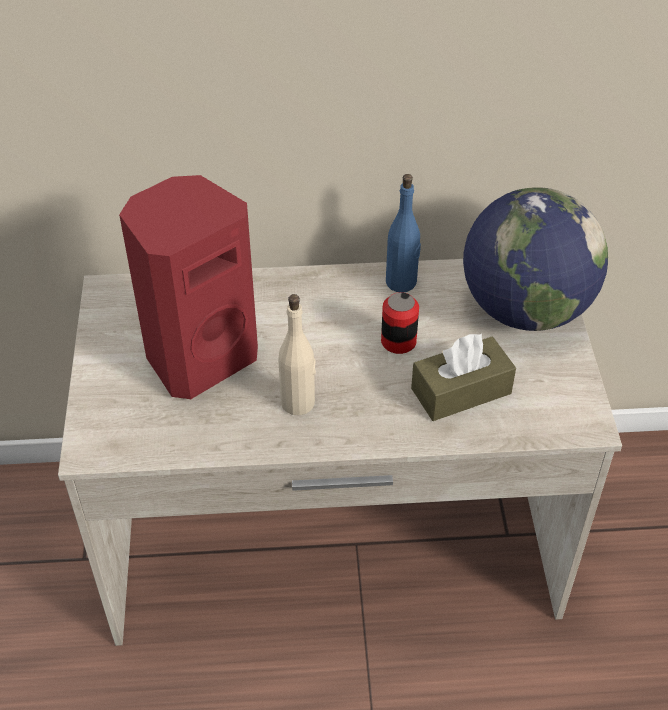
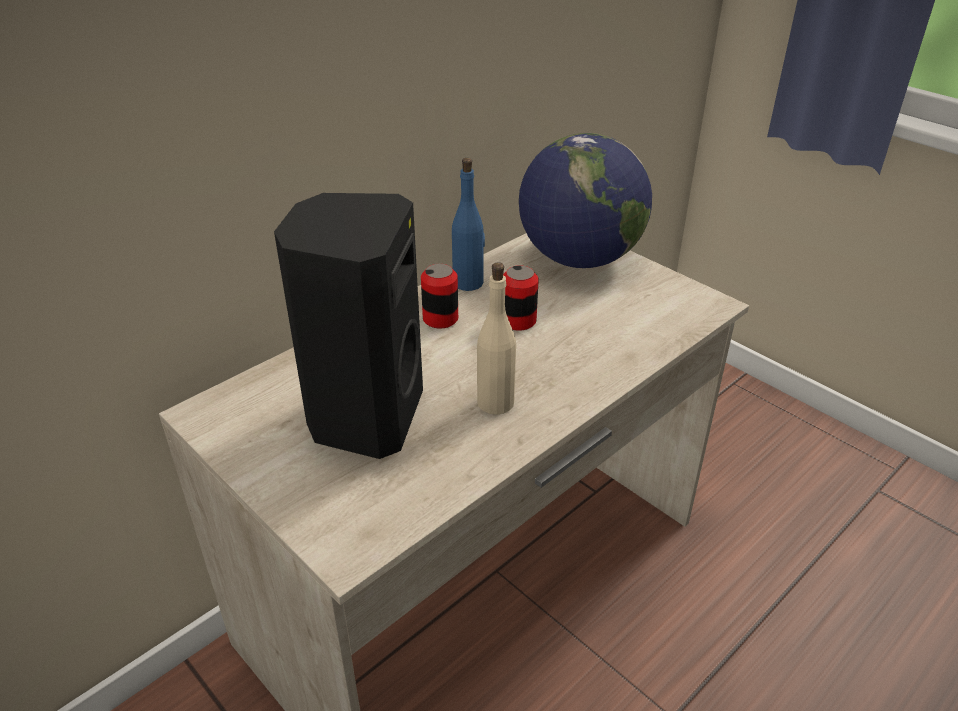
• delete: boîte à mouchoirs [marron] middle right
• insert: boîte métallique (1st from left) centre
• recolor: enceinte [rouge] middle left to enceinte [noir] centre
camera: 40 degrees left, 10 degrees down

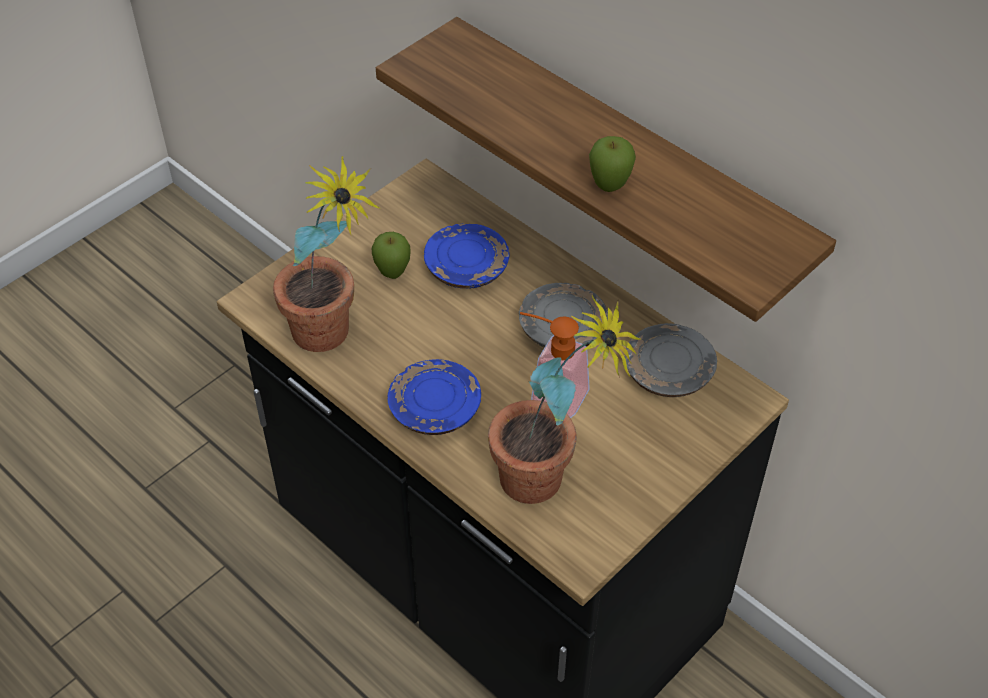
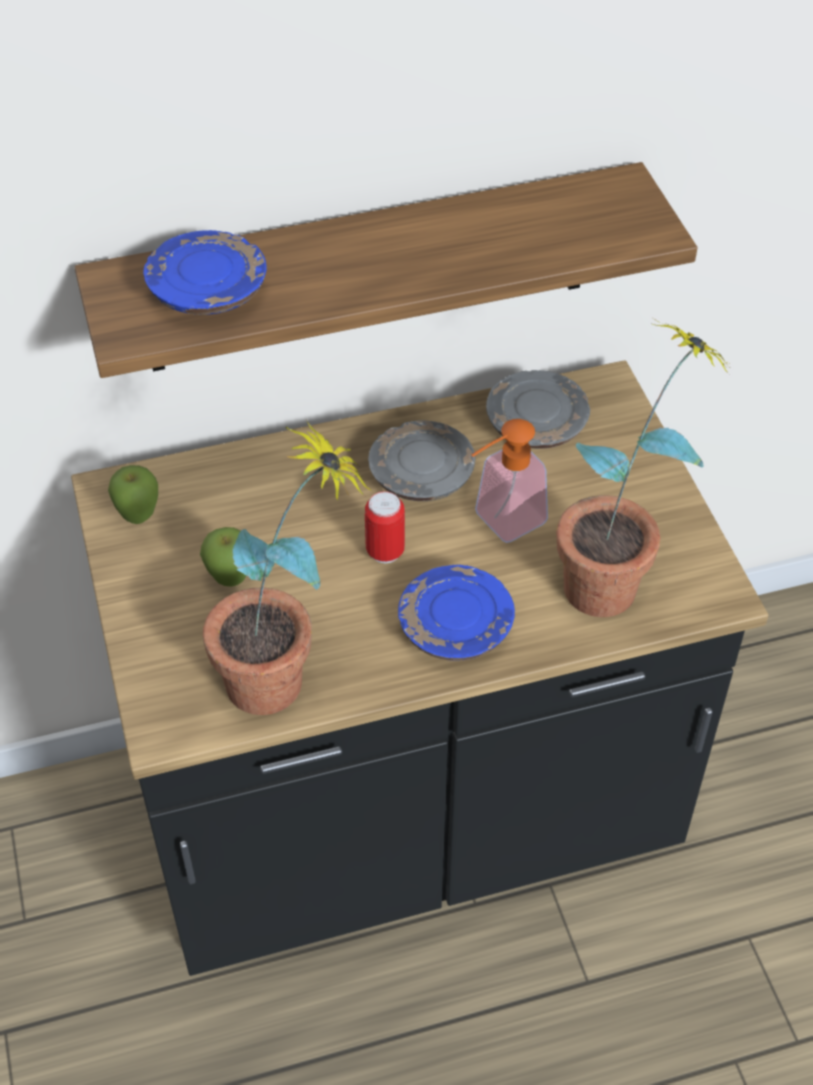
• insert: boîte métallique centre
• move: assiette [bleu] (2nd from left in the first image) centre to assiette [bleu] (1st from left) top left
• move: pomme (2nd from left in the first image) top centre to pomme (1st from left) middle left
camera: 60 degrees left, 0 degrees up

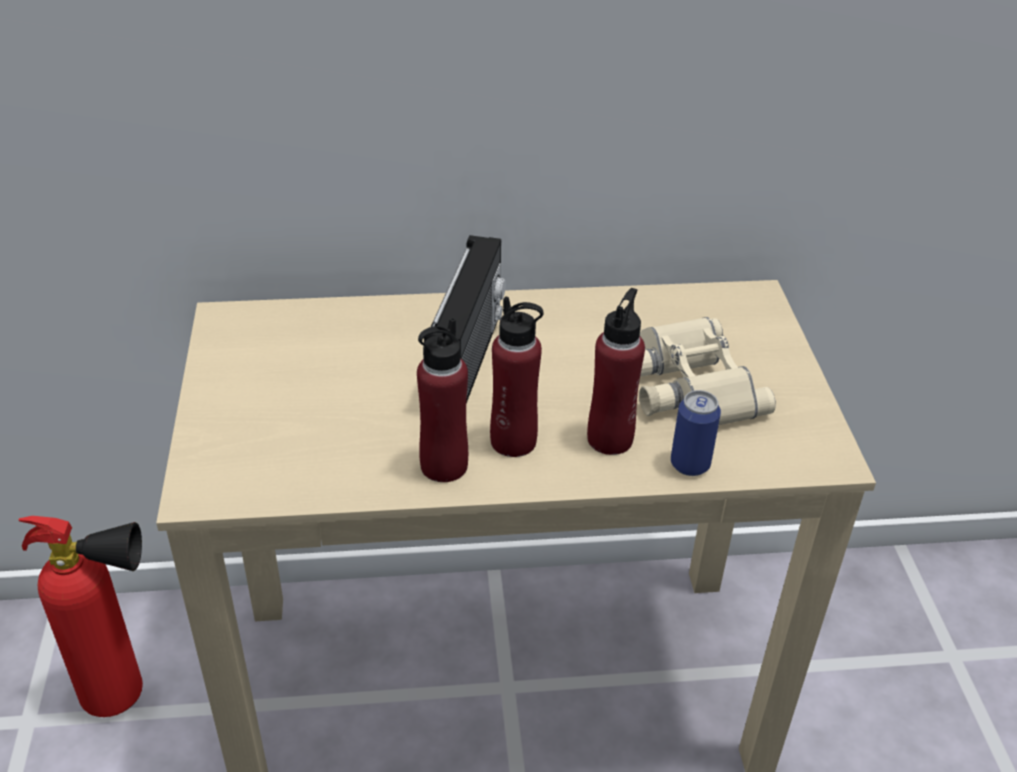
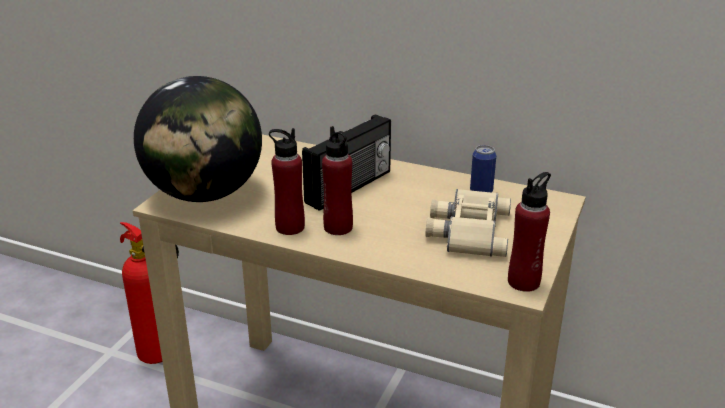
• insert: globe middle left
• move: bouteille [rouge] (3rd from left) centre to middle right
• move: boîte métallique middle right to centre
camera: 30 degrees right, 10 degrees down

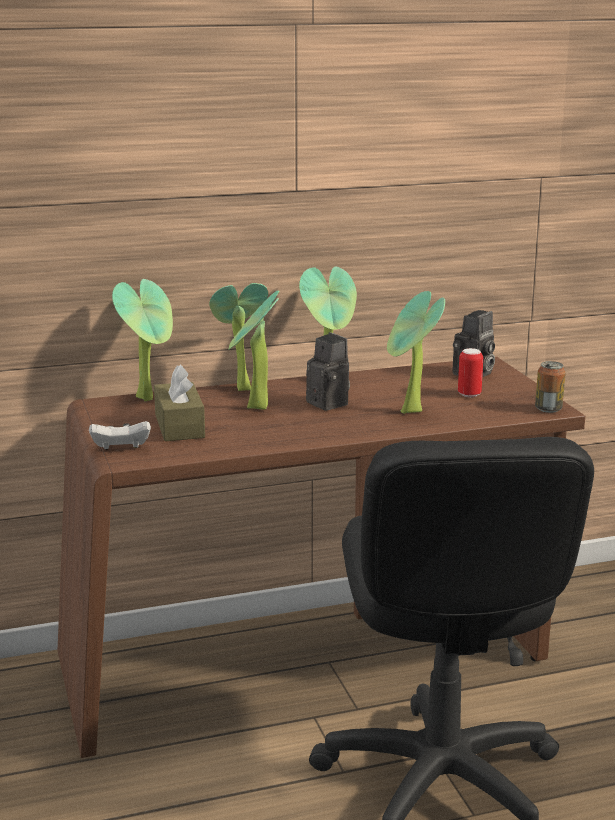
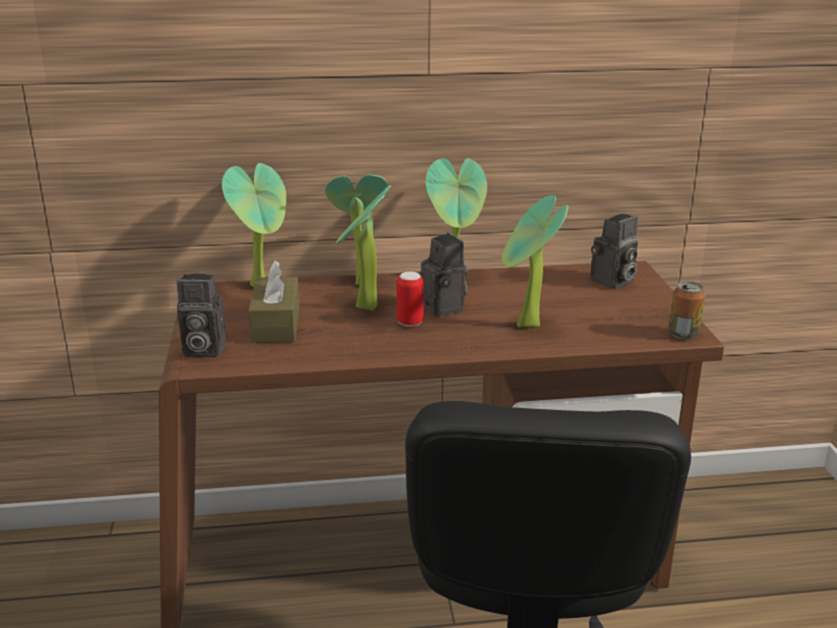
• move: boîte métallique (1st from left) middle right to centre
• replace: manette [blanc] middle left to appareil photo (1st from left) middle left
camera: 10 degrees right, 5 degrees up

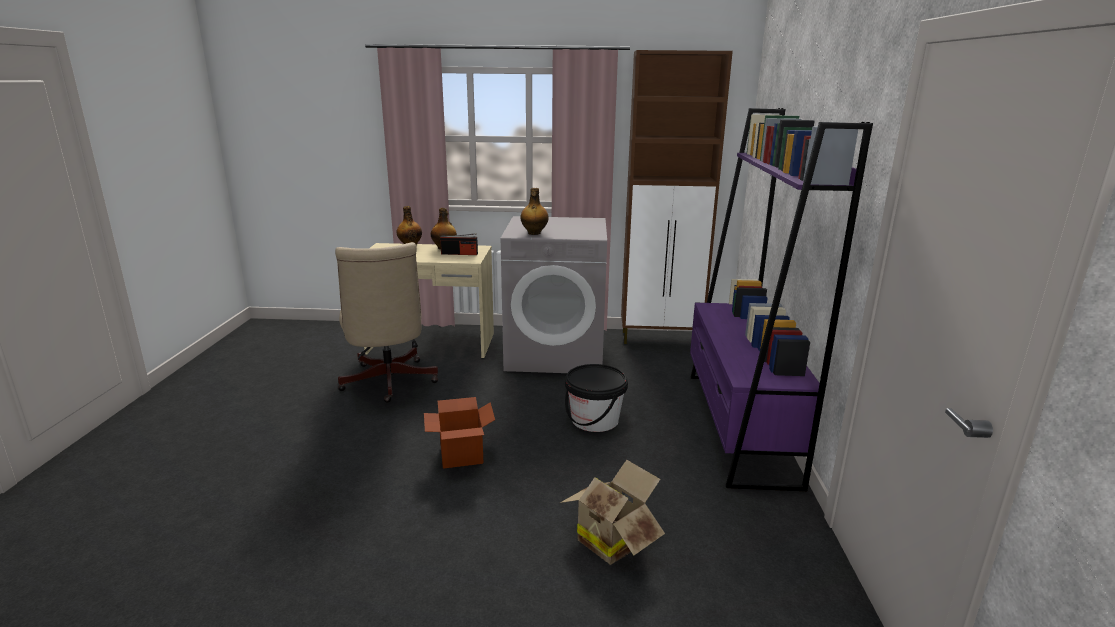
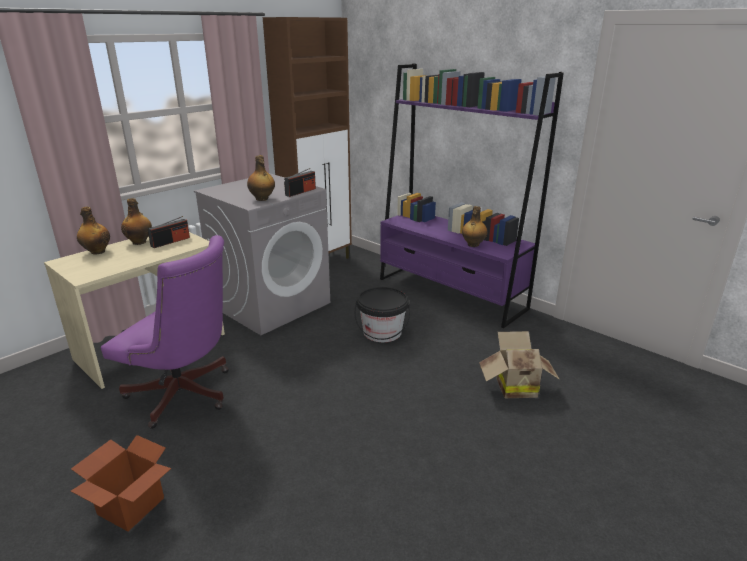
• insert: radio (2nd from left) top centre
• insert: bouteille (4th from left) centre
• move: carton (1st from left) bottom centre to bottom left
• recolor: chaise de bureau [beige] centre to chaise de bureau [violet] middle left
camera: 50 degrees left, 5 degrees up

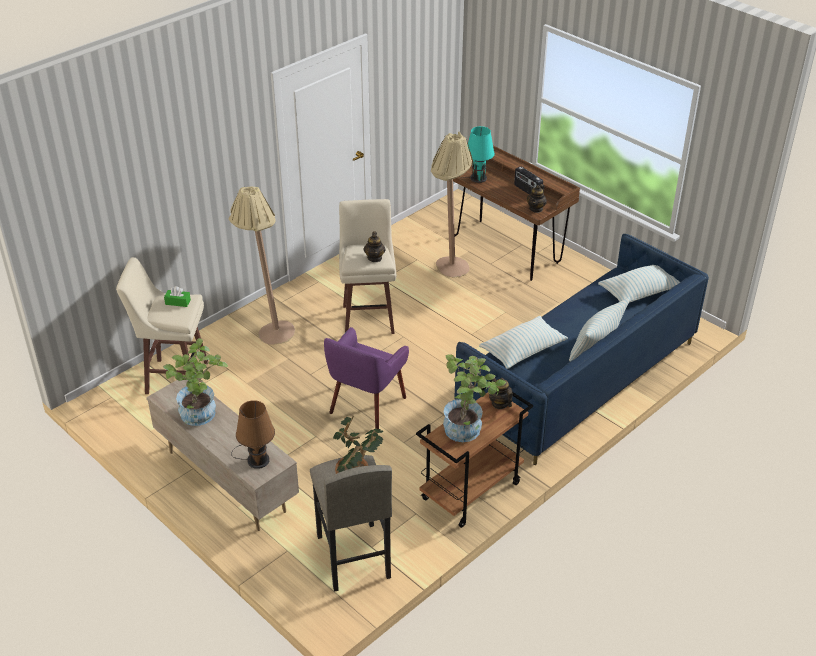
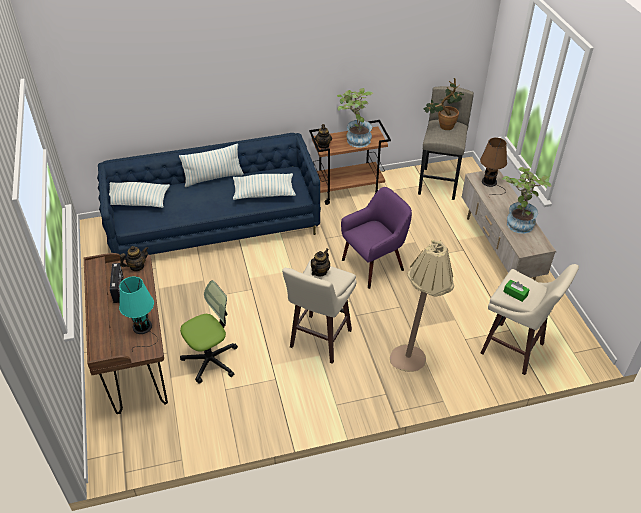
• replace: lampadaire [beige] (2nd from left) top centre to chaise de bureau middle left
camera: 150 degrees left, 5 degrees up

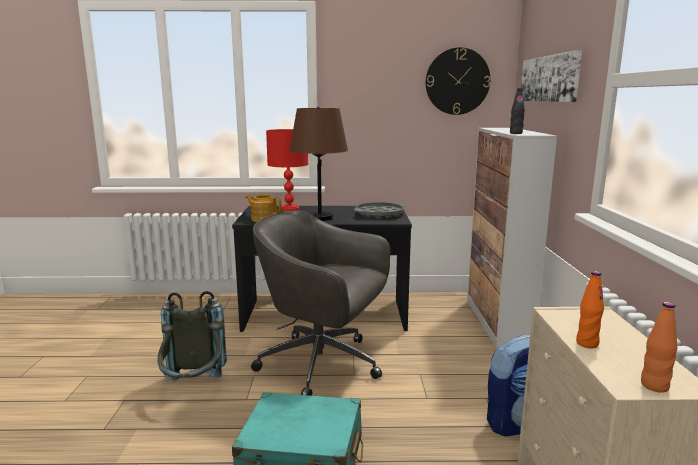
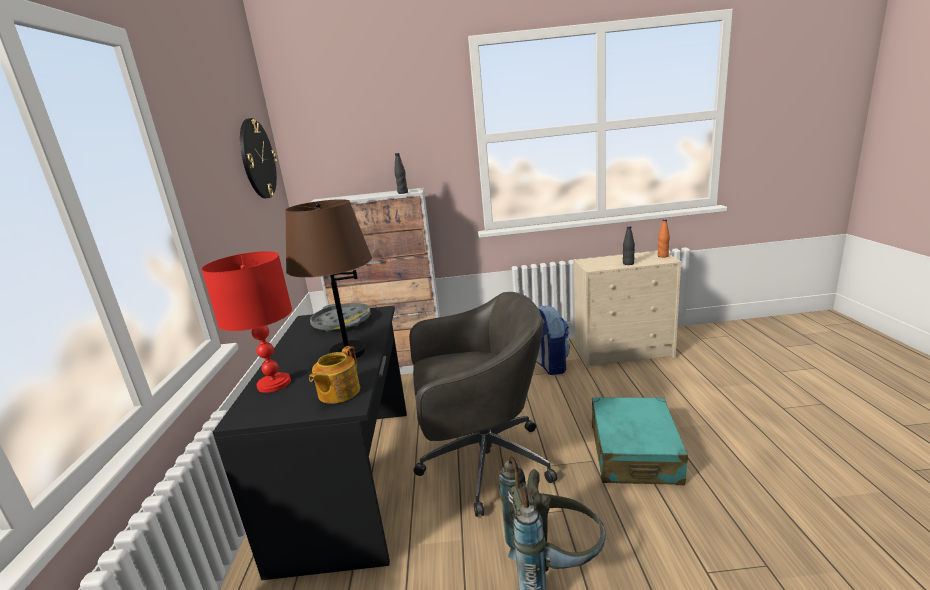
• delete: tableau top right
• recolor: bouteille [orange] (1st from left) middle right to bouteille [noir] (2nd from left) middle right
• rotate: chaise de bureau [gris] centre = bottom centre 120 degrees counterclockwise
camera: 90 degrees left, 5 degrees up

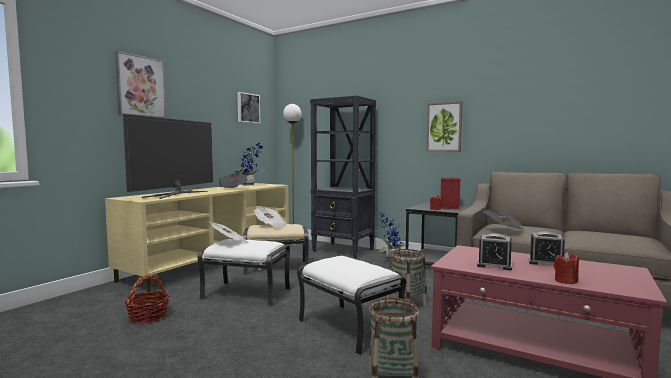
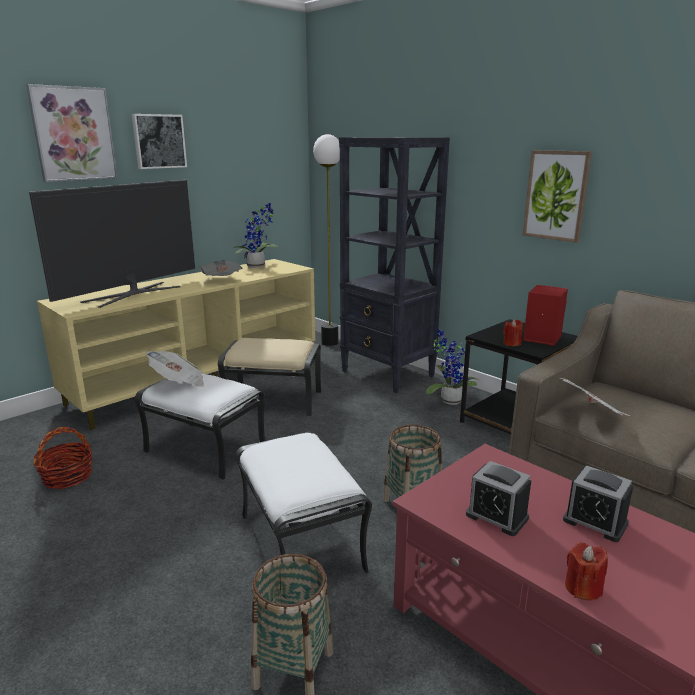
• delete: journal (3rd from left) centre
• move: tableau (2nd from left) top centre to top left
camera: 15 degrees right, 15 degrees up

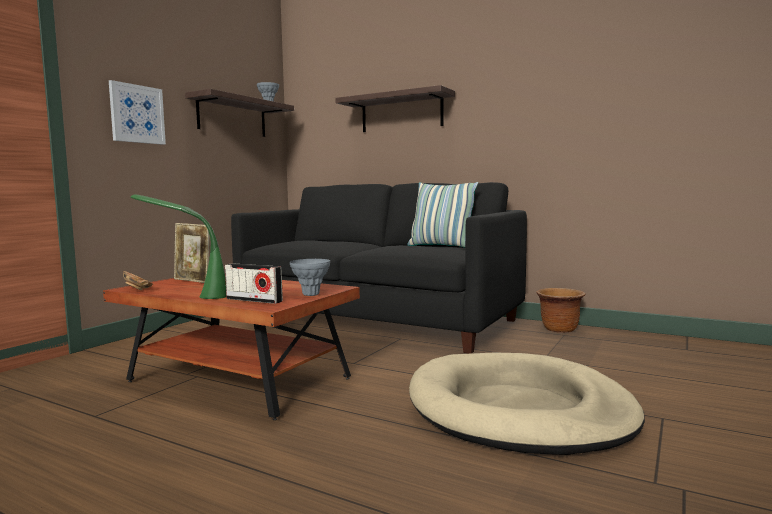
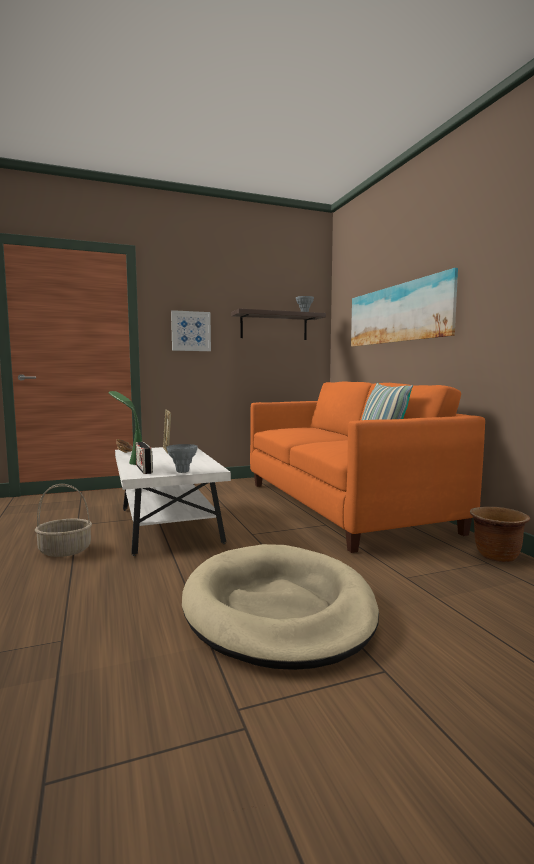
• insert: panier middle left
• replace: étagère (2nd from left) top centre to tableau (2nd from left) middle right
• recolor: table basse [marron] bottom left to table basse [blanc] middle left
• recolor: canapé [noir] centre to canapé [orange] middle right
camera: 40 degrees right, 0 degrees up

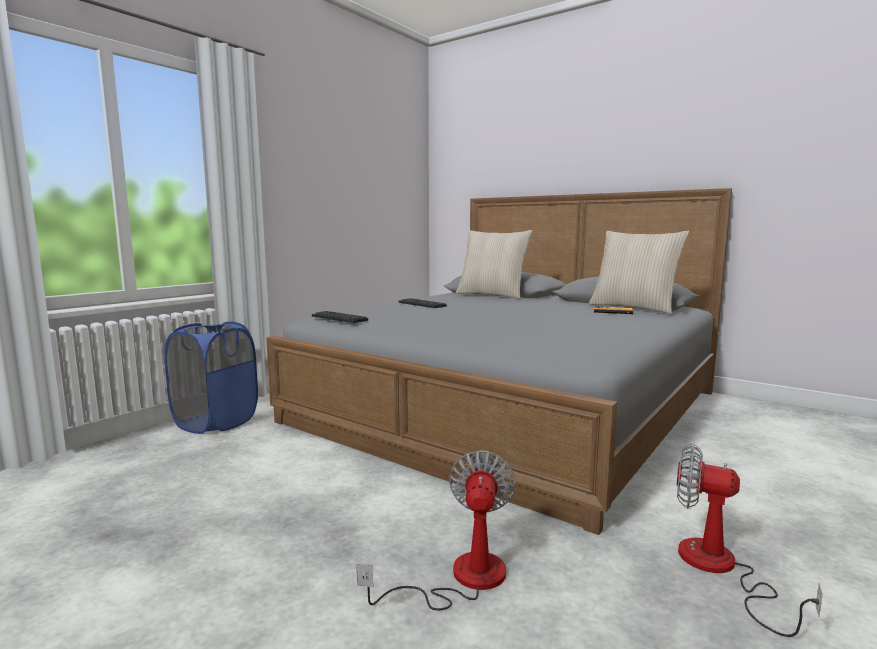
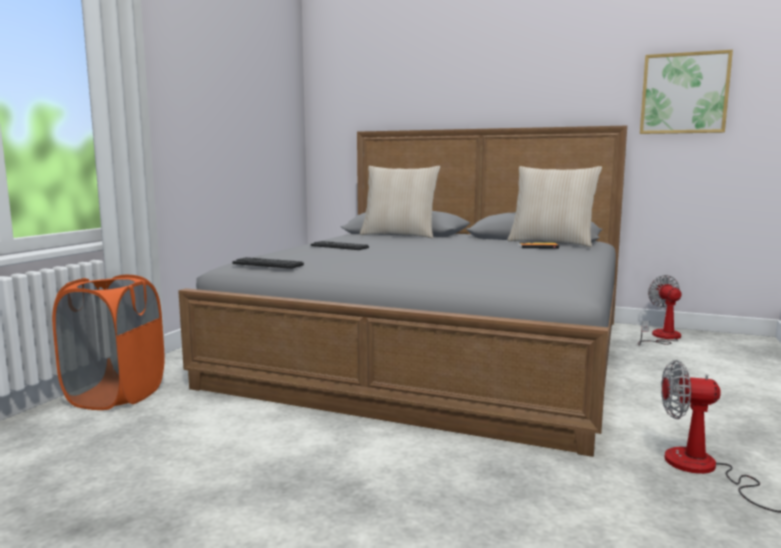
• insert: tableau top right
• move: ventilateur (1st from left) bottom centre to middle right
• recolor: panier à linge [bleu] middle left to panier à linge [orange] middle left
camera: 15 degrees left, 0 degrees up

